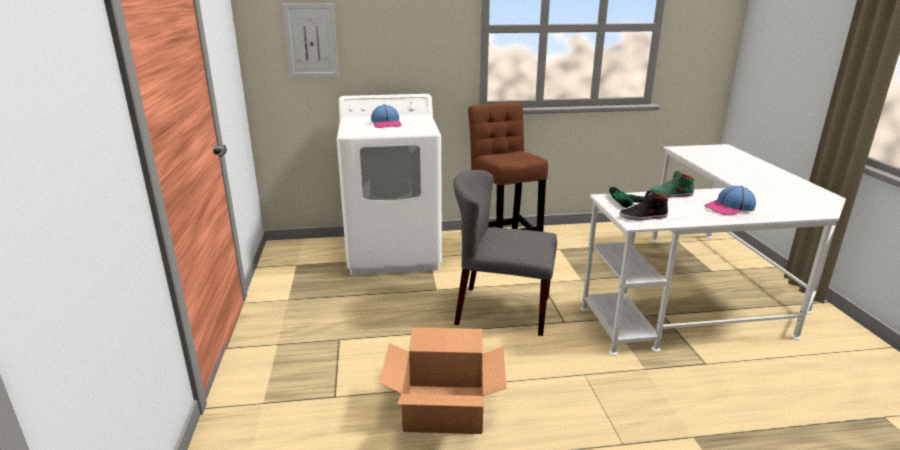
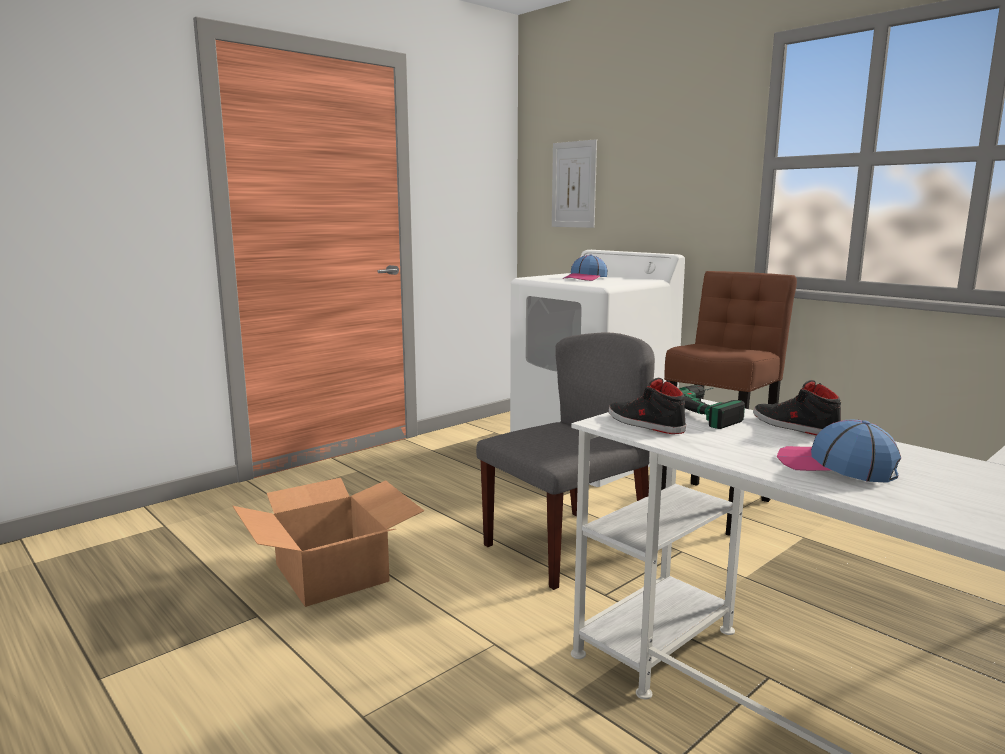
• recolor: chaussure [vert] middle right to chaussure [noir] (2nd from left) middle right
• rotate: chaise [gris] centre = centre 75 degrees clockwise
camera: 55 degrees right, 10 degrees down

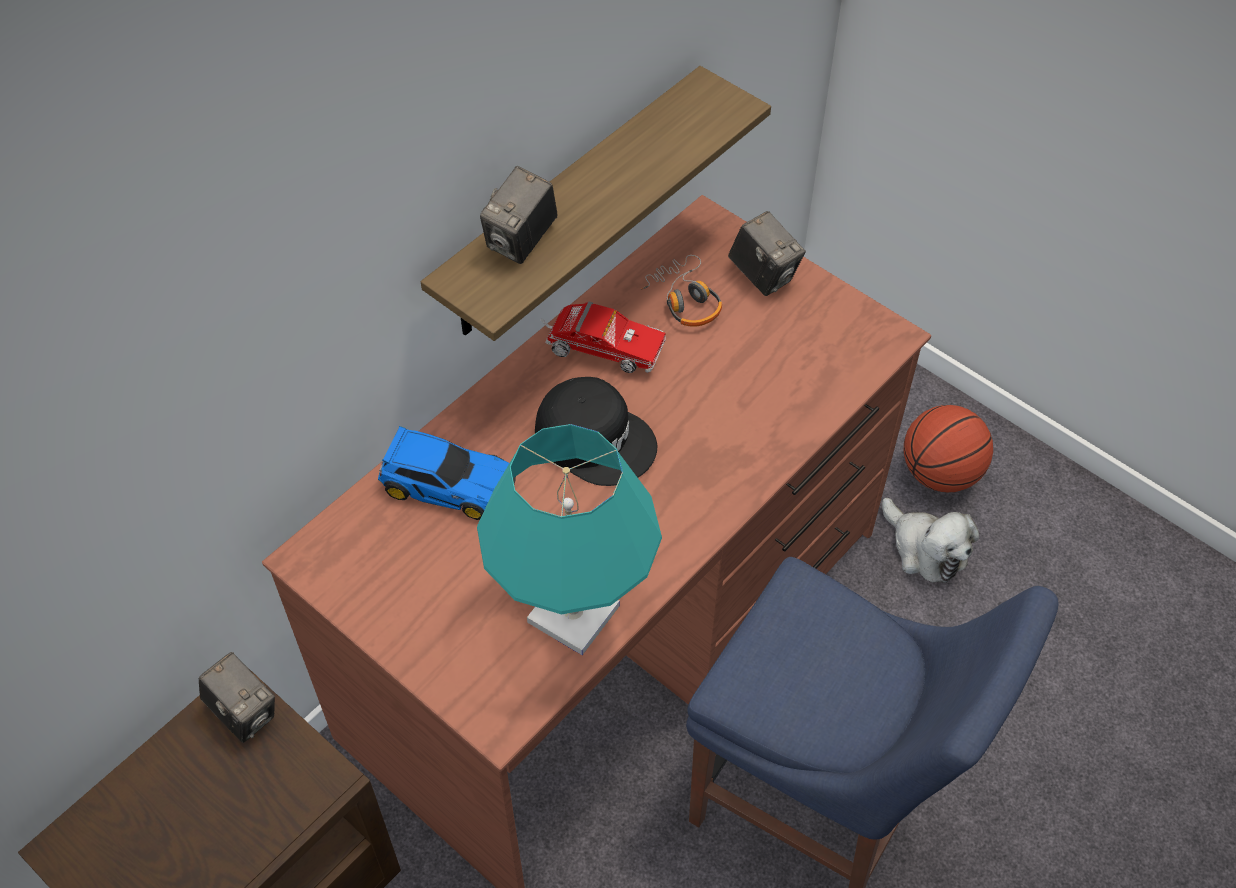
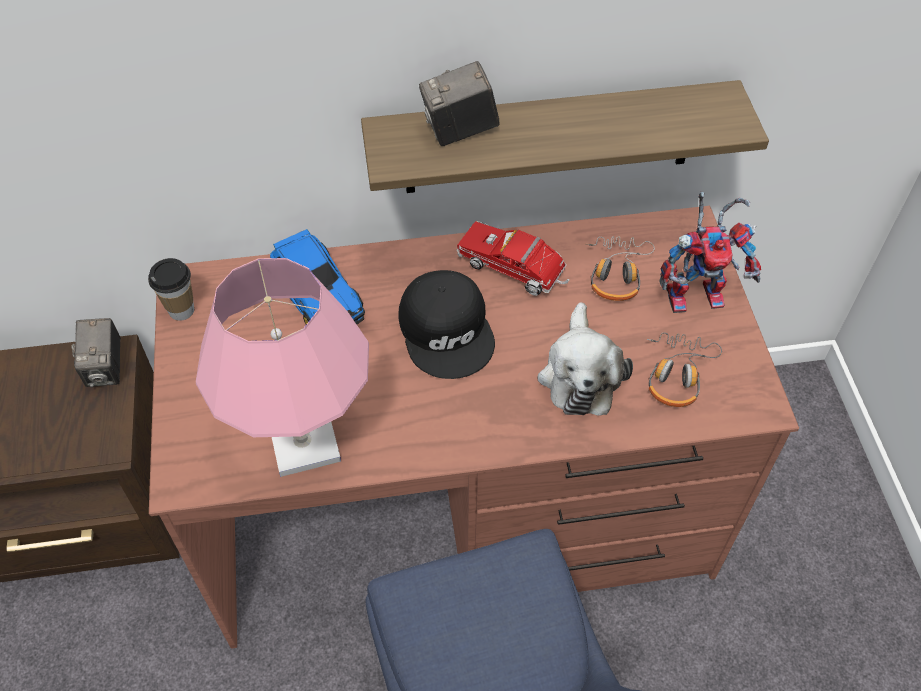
• delete: ballon de basket middle right
• insert: tasse middle left
• insert: casque audio (2nd from left) middle right
• move: peluche middle right to centre
• replace: appareil photo (3rd from left) top centre to robot jouet middle right
• recolor: lampe de table [turquoise] centre to lampe de table [rose] middle left
• rotate: camion jouet centre = centre 150 degrees clockwise
camera: 40 degrees right, 0 degrees up

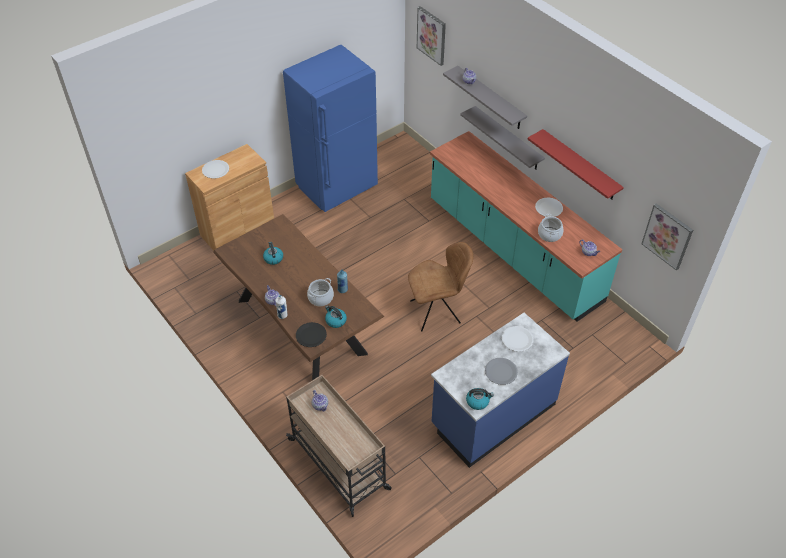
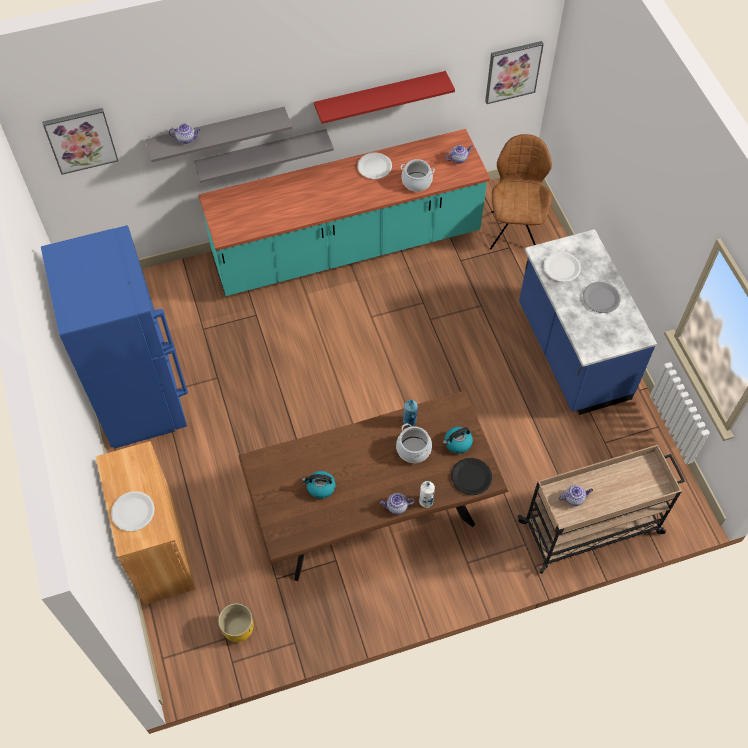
• delete: bouilloire (3rd from left) bottom centre
• insert: cache-pot [jaune] bottom left
• move: chaise [marron] centre to top right
camera: 70 degrees left, 10 degrees up

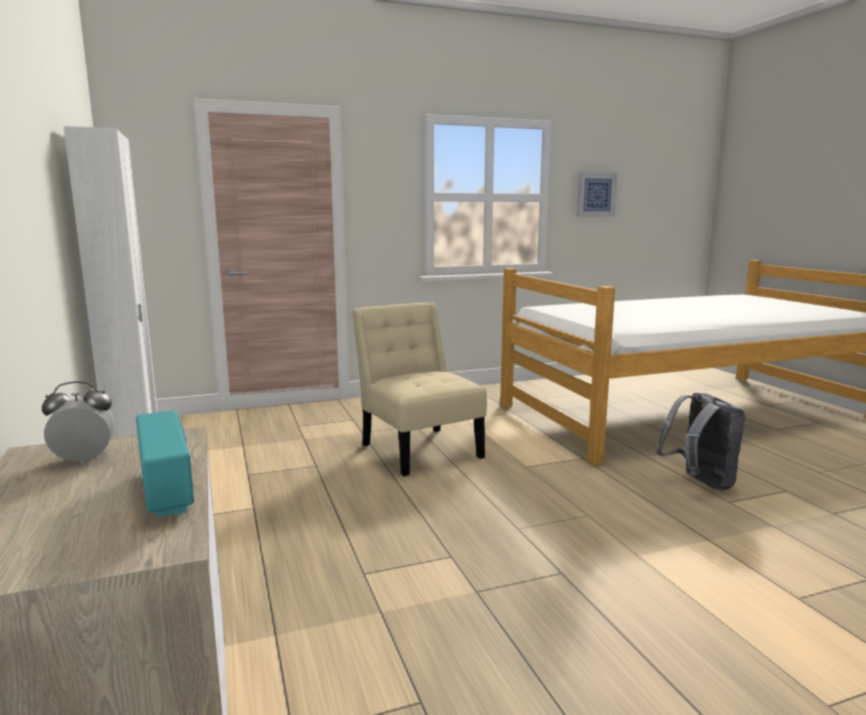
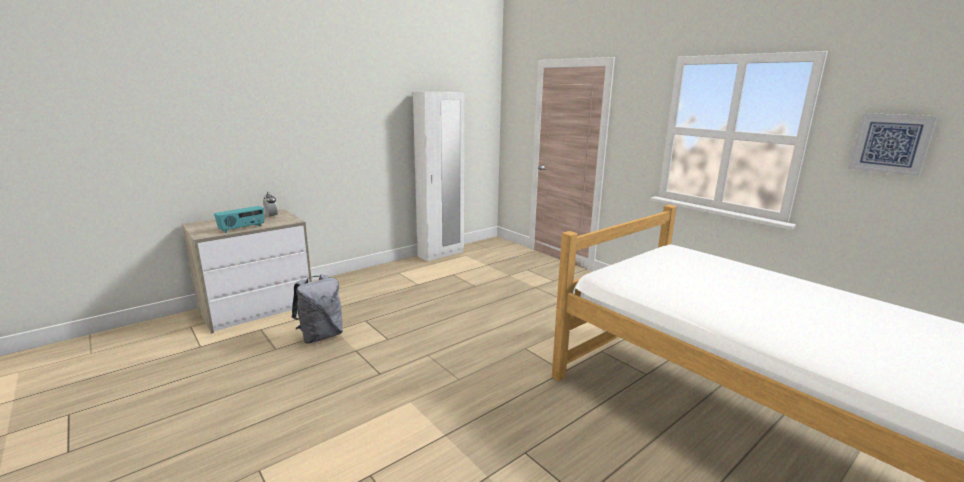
• delete: chaise [beige] centre
• move: sac à dos [gris] middle right to middle left
camera: 70 degrees right, 5 degrees up

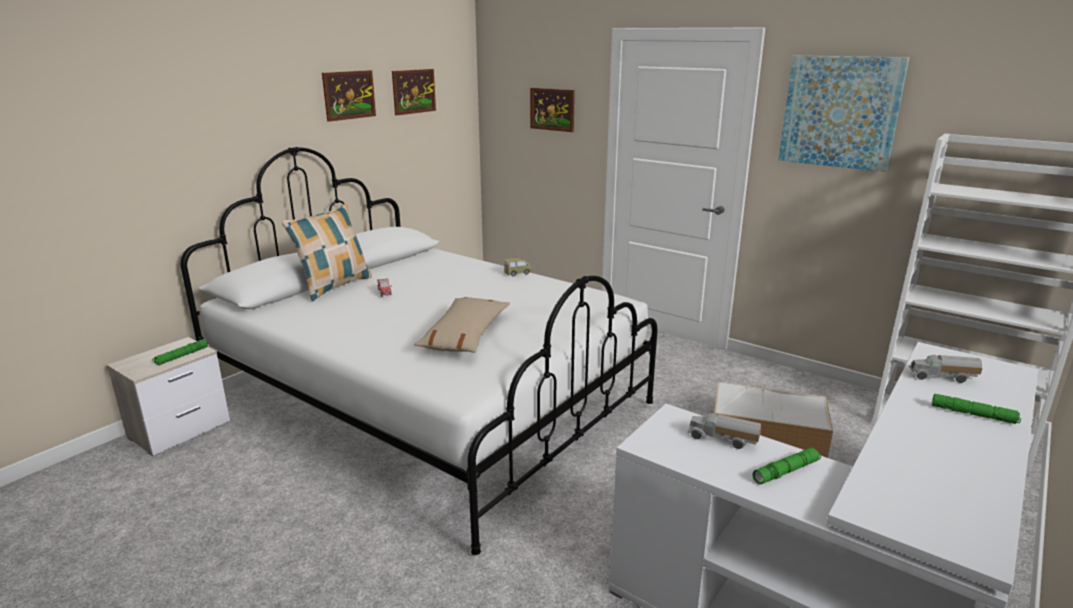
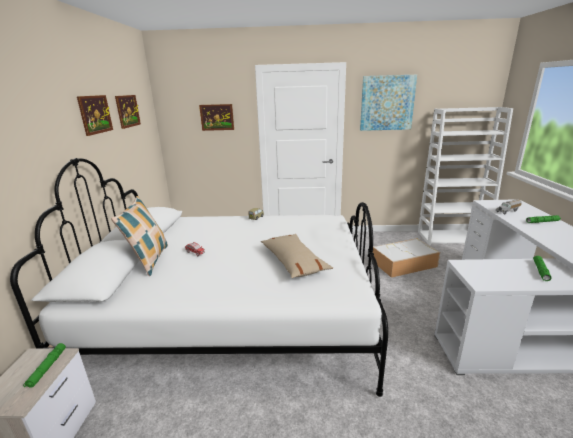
• delete: camion jouet (1st from left) bottom right
camera: 35 degrees left, 0 degrees up

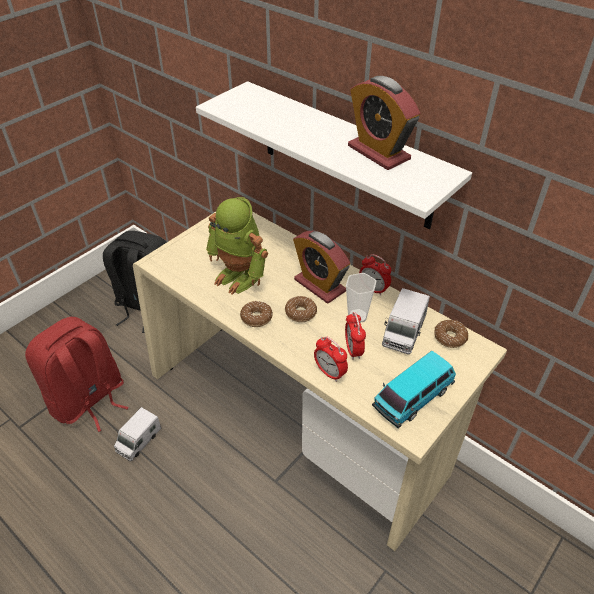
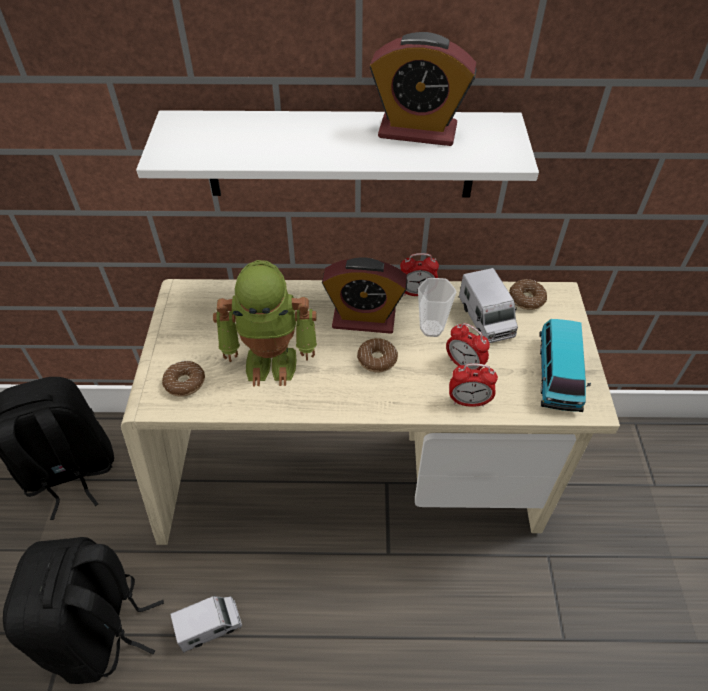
• move: beignet (1st from left) centre to middle left
• recolor: sac à dos [rouge] middle left to sac à dos [noir] (2nd from left) bottom left
• rotate: camion jouet (1st from left) bottom left = bottom left 105 degrees counterclockwise
camera: 40 degrees left, 5 degrees up

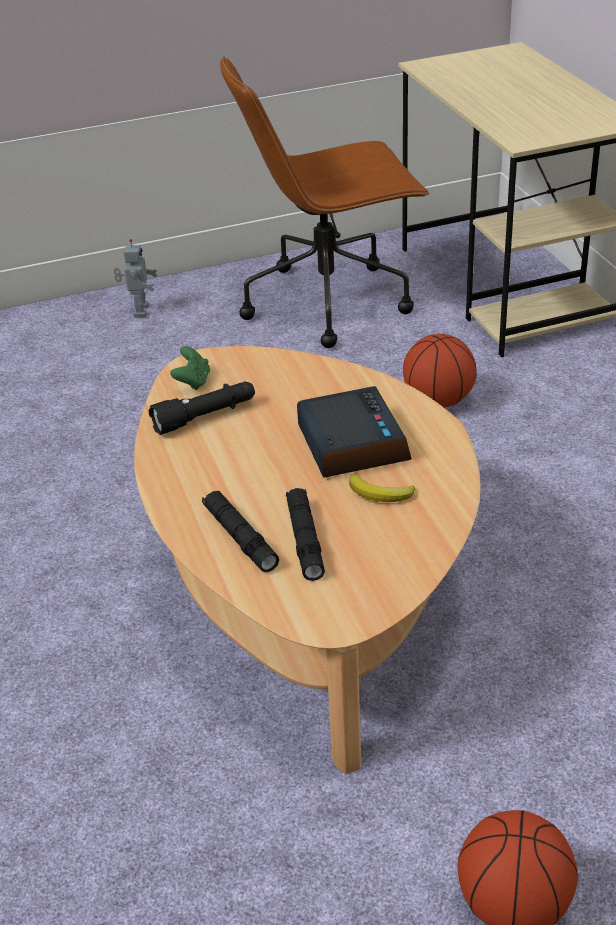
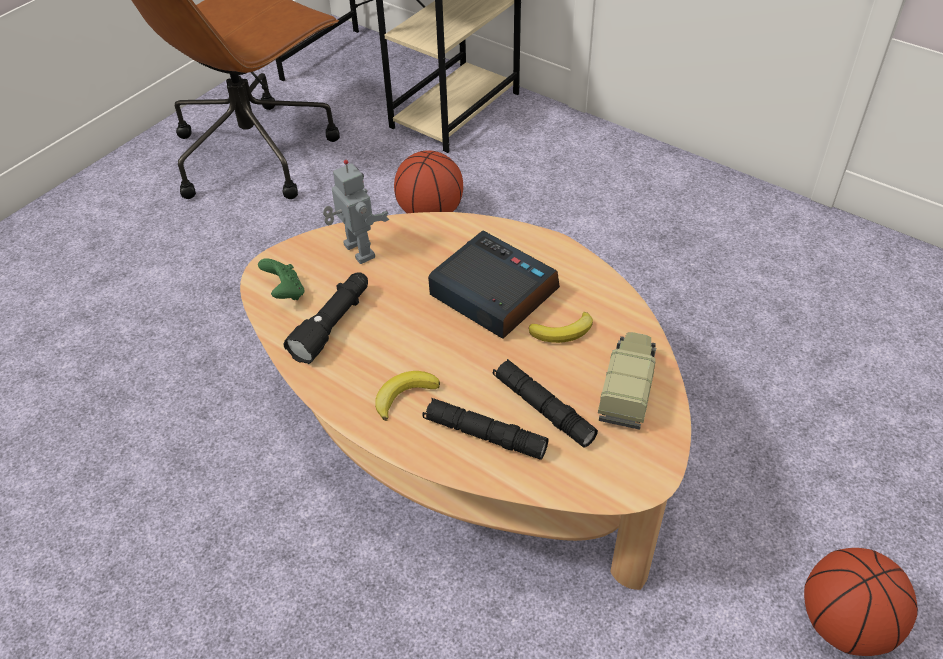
• insert: banane (1st from left) centre
• insert: camion jouet centre
• move: robot jouet top left to top centre
camera: 35 degrees left, 10 degrees up

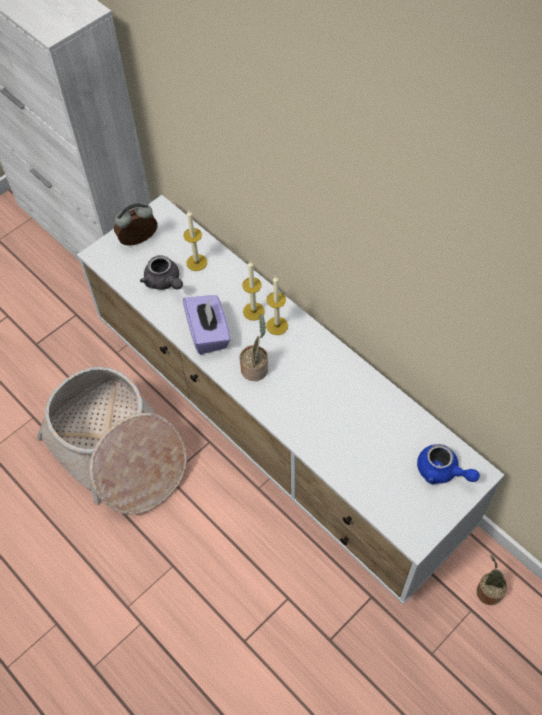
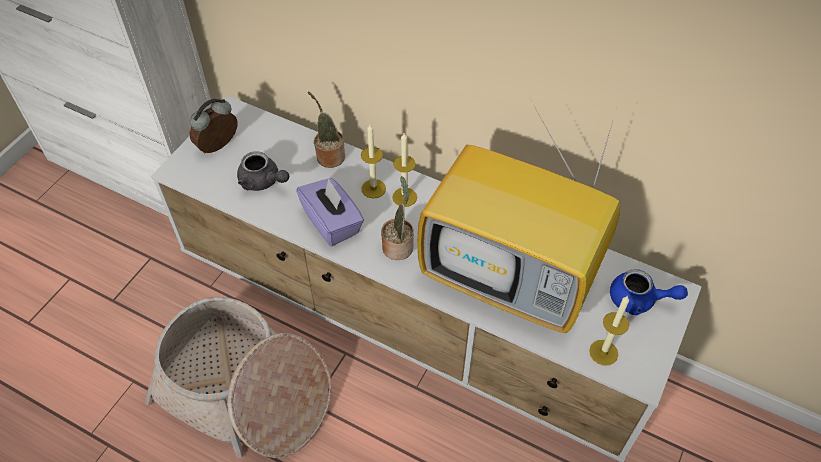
• insert: téléviseur centre
• move: bougie (1st from left in the first image) centre to bougie (3rd from left) bottom right
• move: plante en pot (2nd from left in the first image) bottom right to plante en pot (1st from left) top centre
camera: 20 degrees left, 5 degrees down

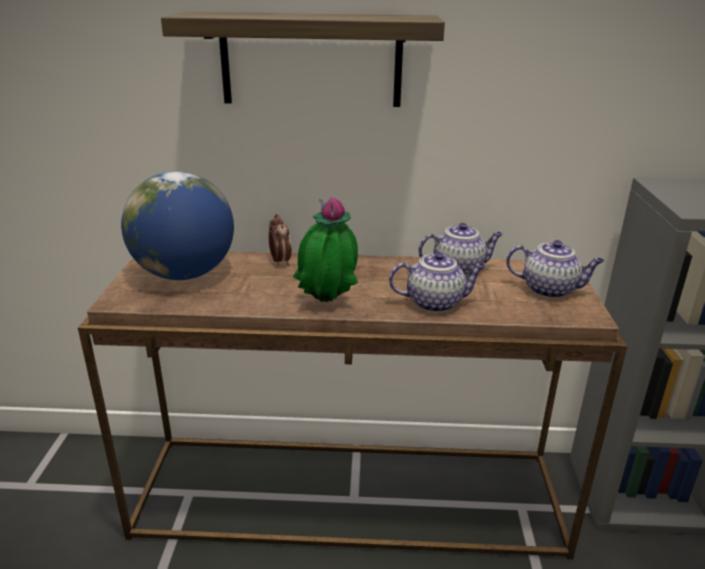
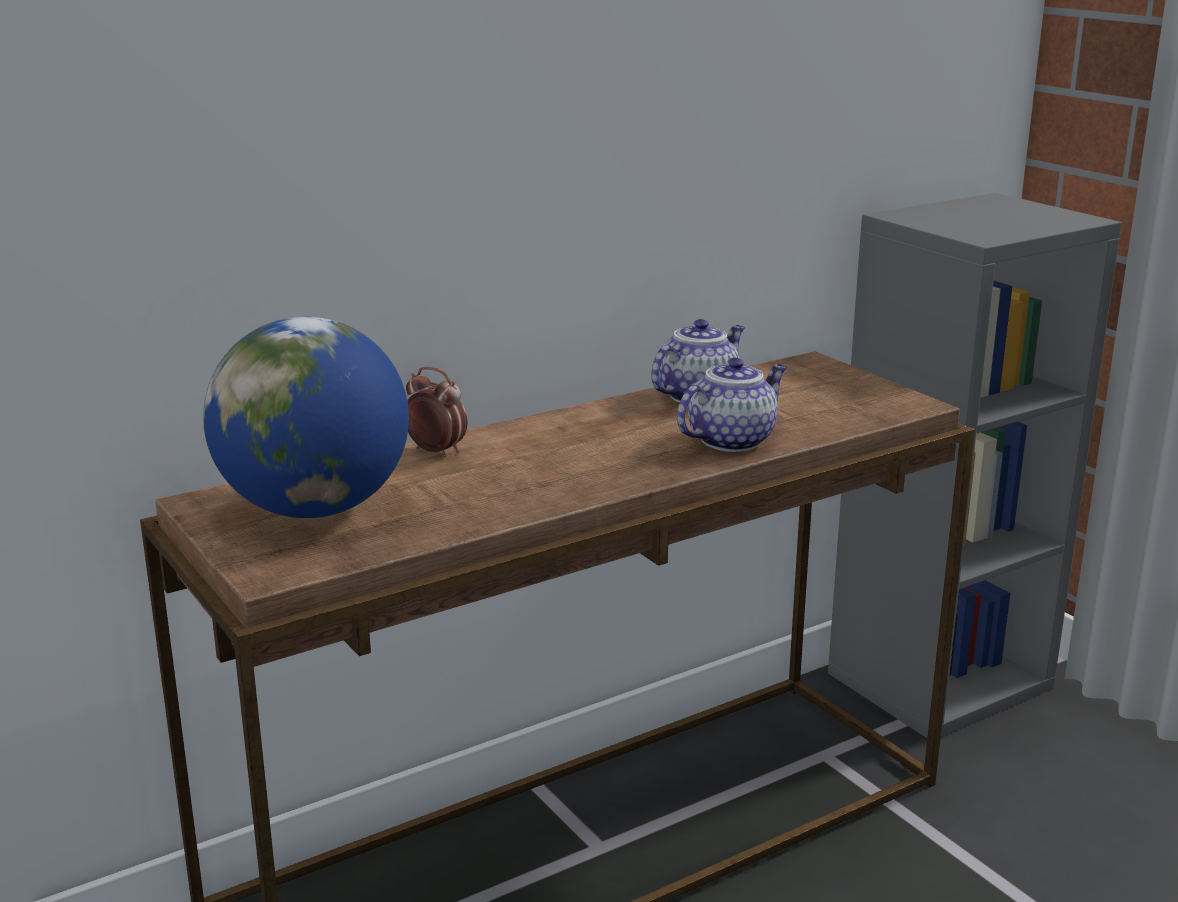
• delete: étagère top centre
• delete: plante en pot centre
• delete: théière (3rd from left) middle right
camera: 35 degrees left, 5 degrees down

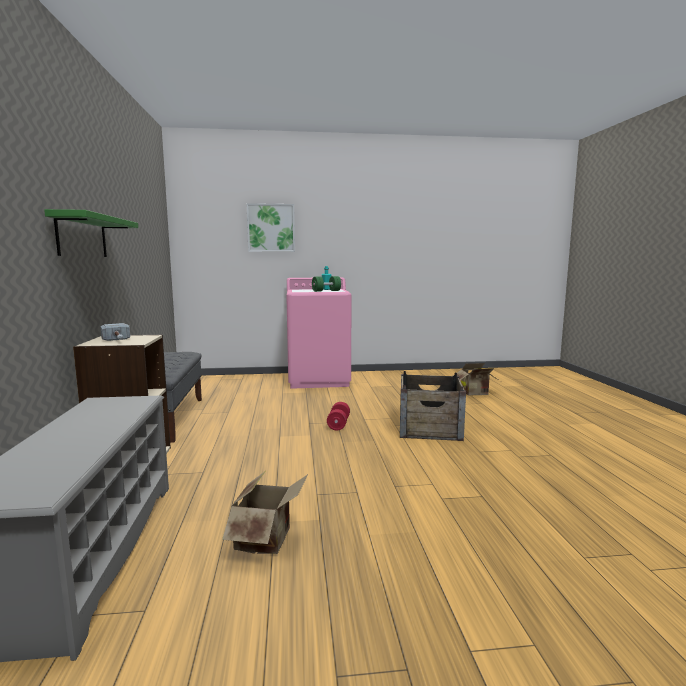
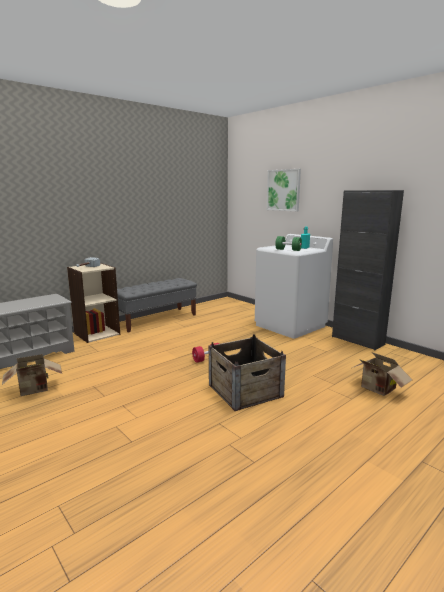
• delete: étagère [vert] middle left
• insert: meuble de rangement [noir] middle right
• recolor: lave-linge [rose] centre to lave-linge [blanc] centre
camera: 55 degrees right, 5 degrees up

